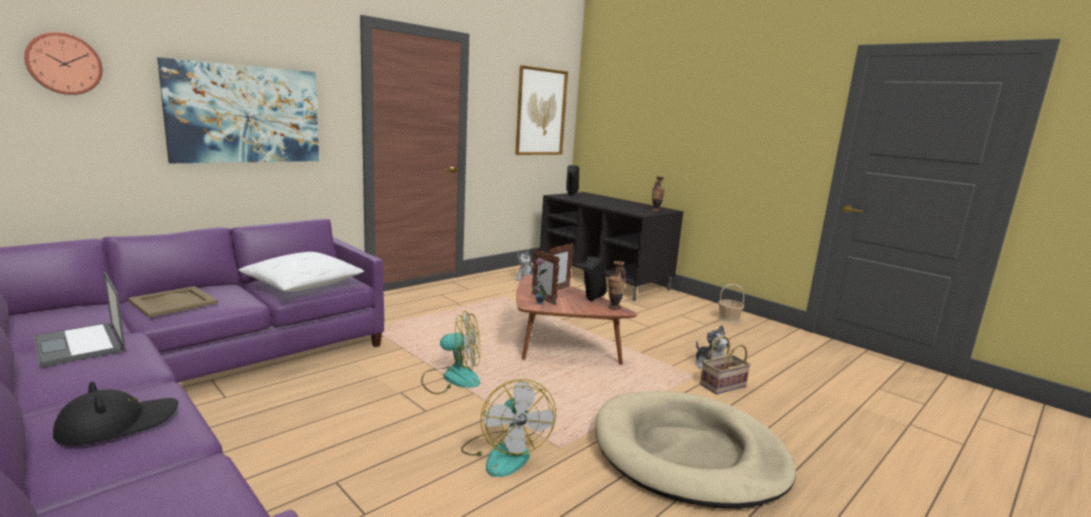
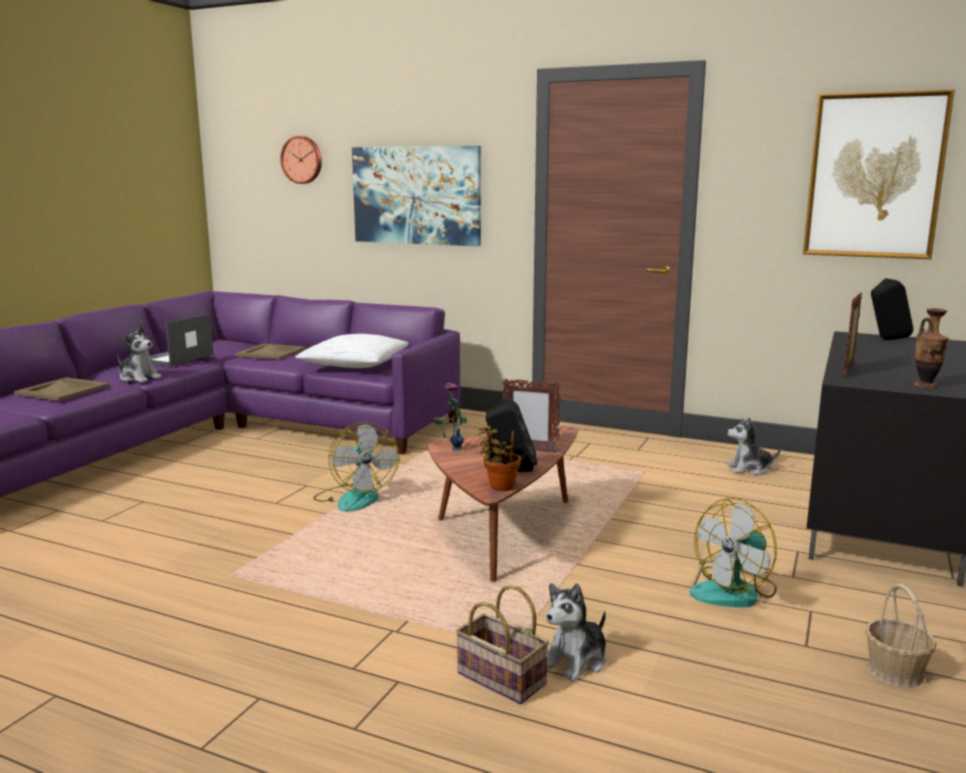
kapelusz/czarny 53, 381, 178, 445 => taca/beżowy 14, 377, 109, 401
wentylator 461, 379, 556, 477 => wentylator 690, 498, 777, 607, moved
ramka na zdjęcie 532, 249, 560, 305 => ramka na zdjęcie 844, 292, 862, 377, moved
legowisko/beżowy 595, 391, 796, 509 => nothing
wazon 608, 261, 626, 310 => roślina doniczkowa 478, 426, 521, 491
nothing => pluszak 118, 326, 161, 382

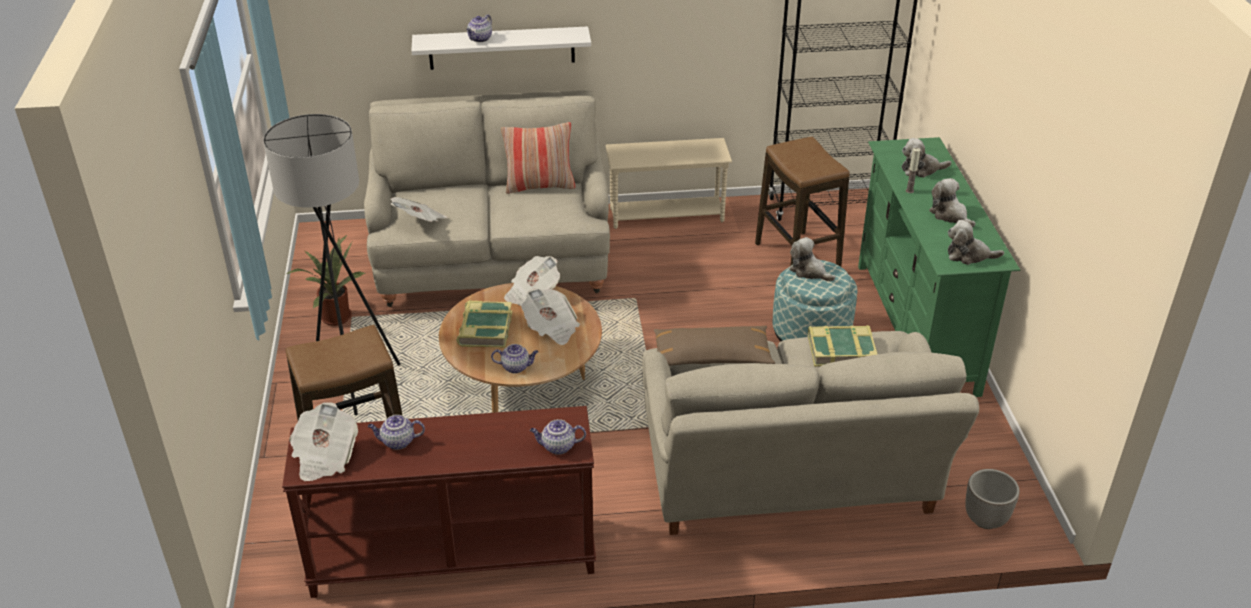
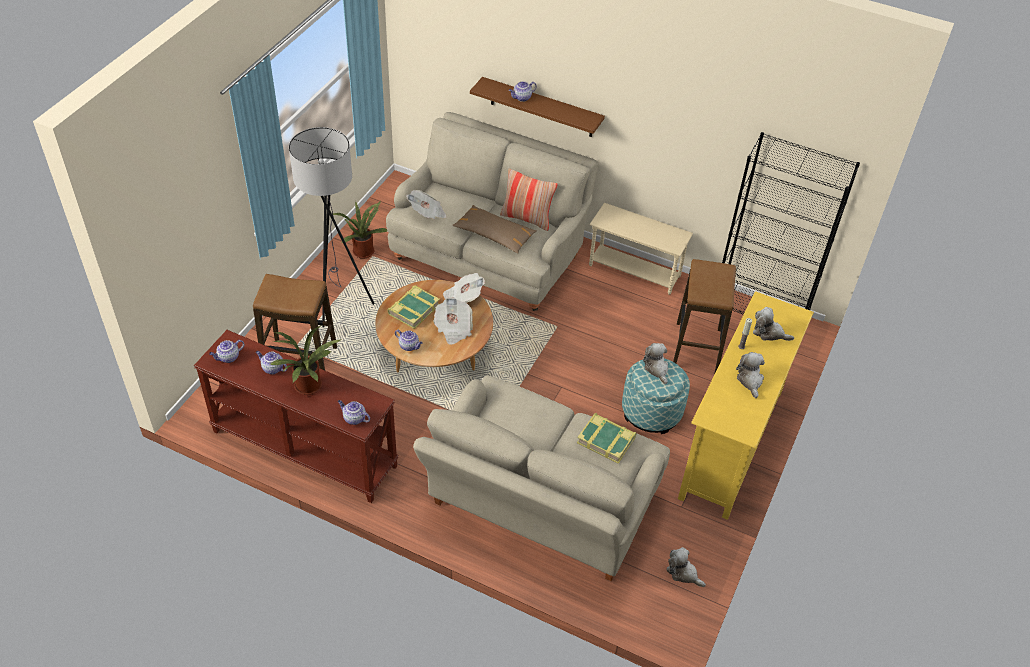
gazeta 289, 402, 358, 481 => imbryk 209, 340, 244, 363
półka/biały 411, 26, 591, 70 => półka/brązowy 470, 77, 605, 137
poduszka/brązowy 654, 326, 775, 366 => poduszka/brązowy 452, 205, 537, 253, moved
szafka pod telewizor/zielony 858, 137, 1020, 397 => szafka pod telewizor/żółty 678, 291, 814, 520
pluszak 948, 220, 1004, 265 => pluszak 666, 547, 706, 587, moved
donica 965, 469, 1020, 529 => nothing
nothing => roślina doniczkowa 269, 325, 340, 395

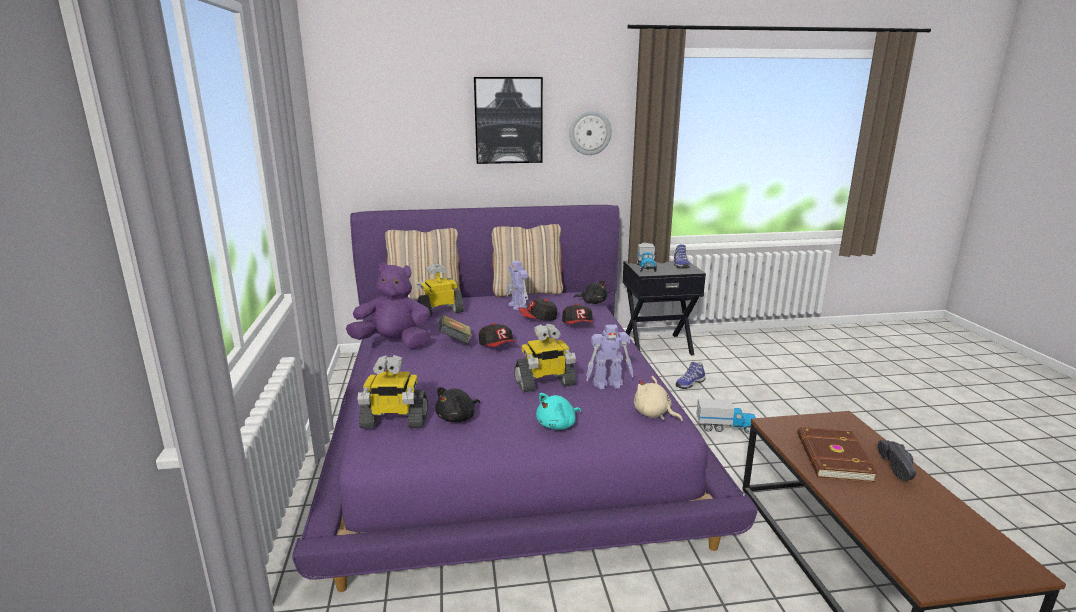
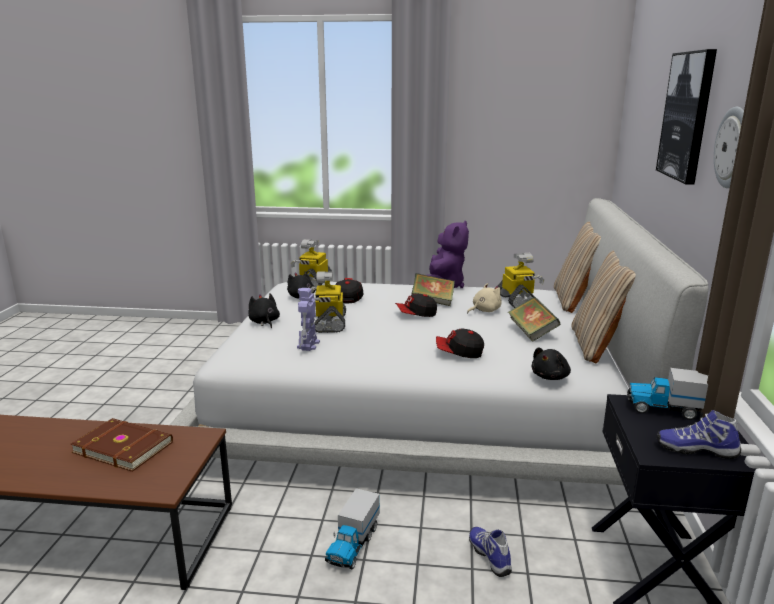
łóżko/fioletowy 292, 205, 758, 592 => łóżko/biały 170, 198, 708, 512
robot zabawkowy 507, 260, 528, 310 => książka 508, 297, 560, 342
czapka z daszkiem 518, 298, 557, 321 => czapka z daszkiem 335, 278, 363, 304, moved
pluszak/turkusowy 536, 393, 581, 430 => pluszak/czarny 249, 294, 280, 328
pluszak/beżowy 634, 376, 683, 422 => pluszak/beżowy 467, 283, 502, 313, moved
but/czarny 878, 440, 916, 480 => nothing

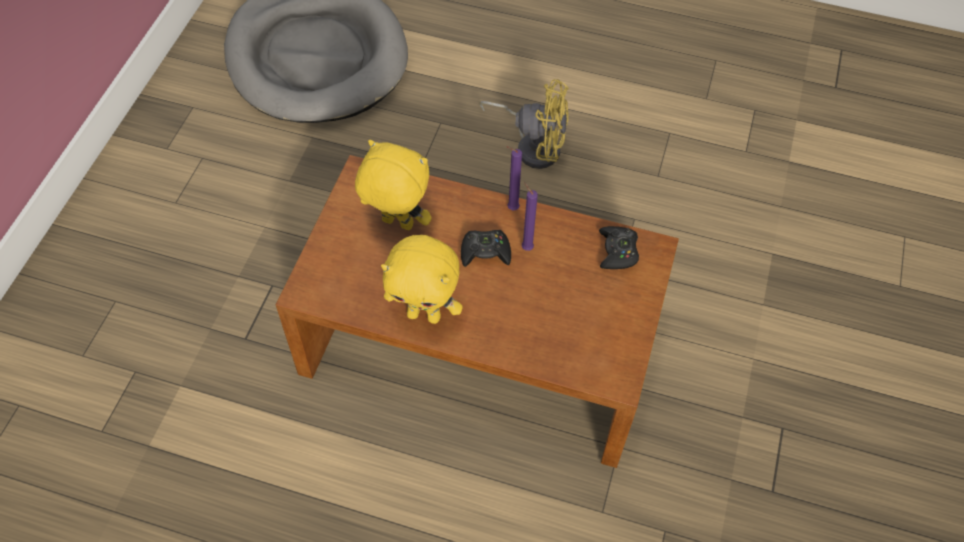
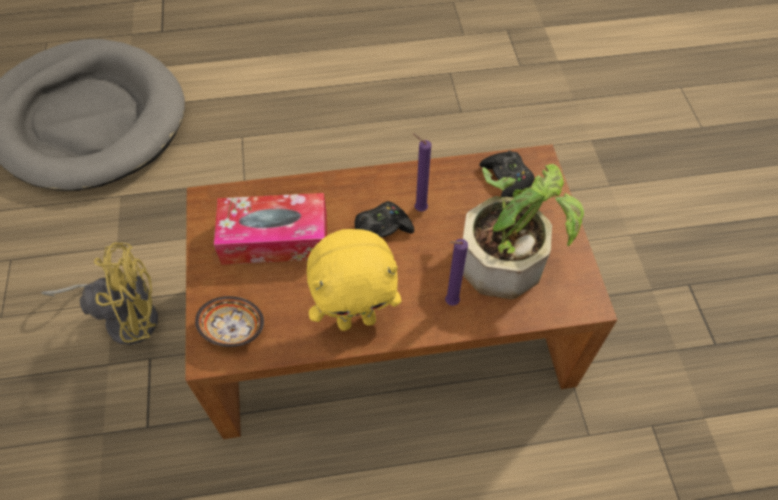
pluszak/żółty 355, 140, 432, 230 => pudełko chusteczek 214, 193, 327, 265
wentylator/żółty 479, 79, 569, 169 => wentylator/żółty 41, 242, 158, 345, moved
świeca/fioletowy 506, 146, 522, 210 => świeca/fioletowy 445, 239, 468, 306, moved
nothing => miska 195, 296, 264, 347
nothing => roślina doniczkowa 463, 164, 584, 299

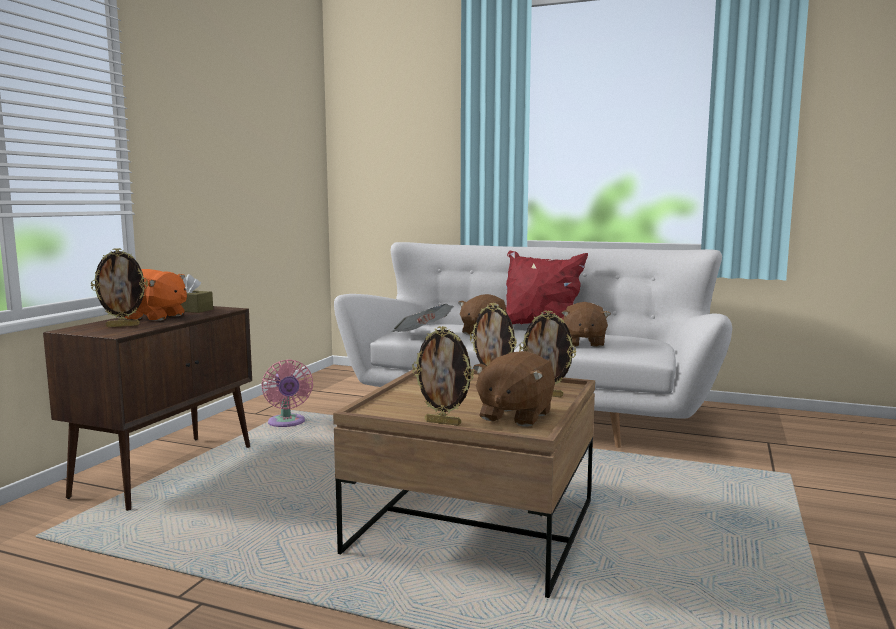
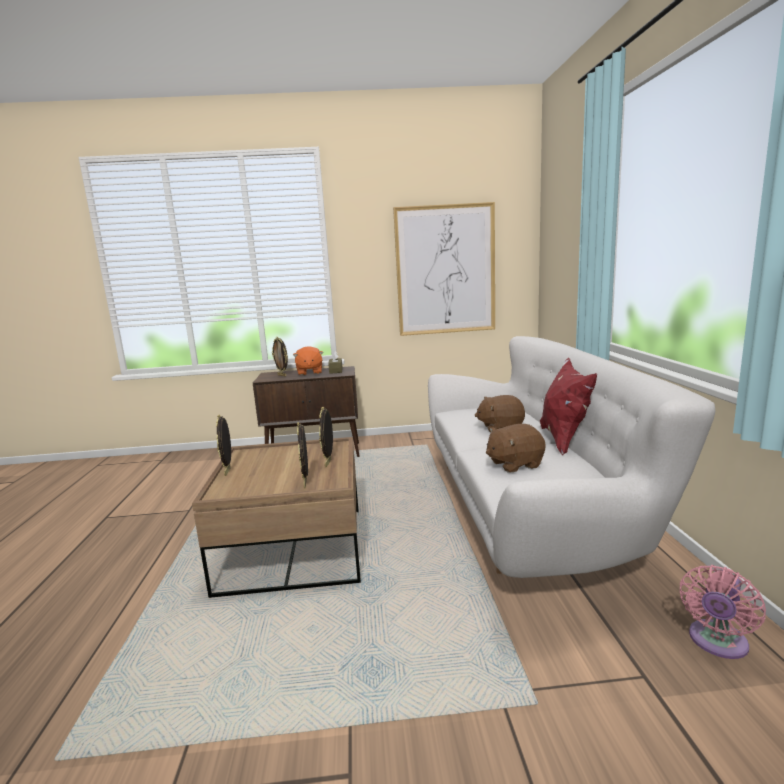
wentylator/różowy 261, 359, 313, 427 => wentylator/różowy 679, 565, 766, 659, moved
gazeta 392, 304, 454, 332 => nothing
pluszak/brązowy 473, 351, 555, 427 => nothing
nothing => obraz 393, 202, 495, 336

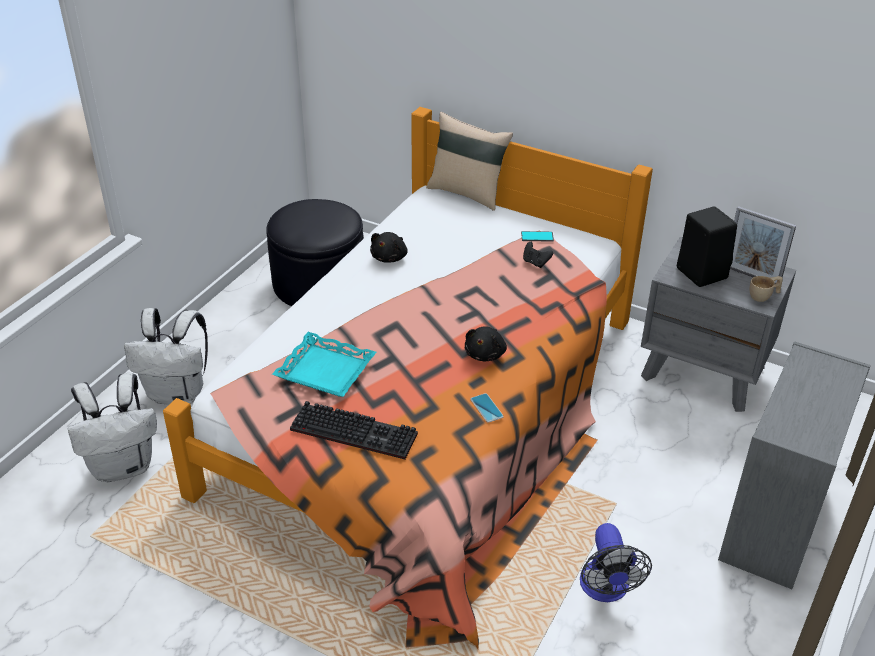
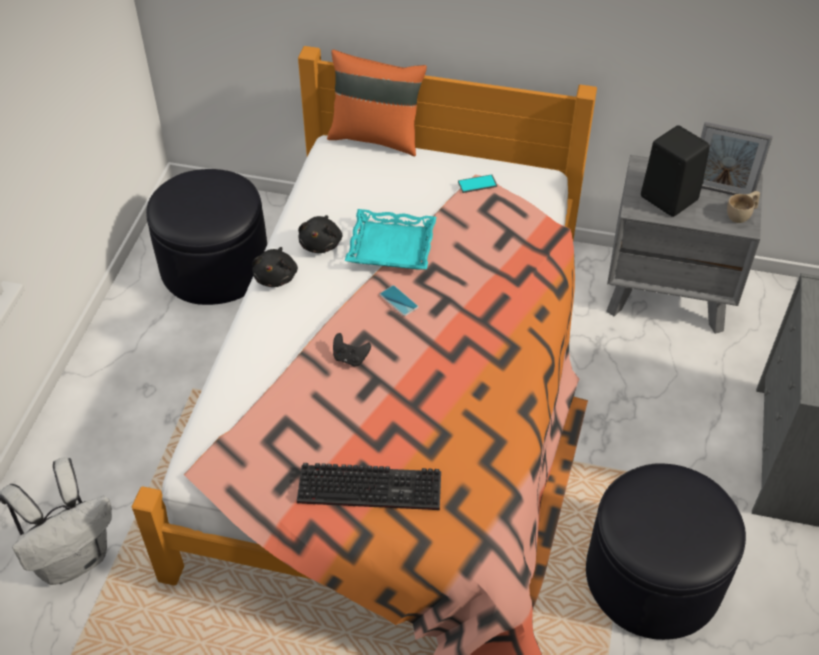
plecak/biały 124, 308, 208, 405 => nothing
taca/turkusowy 272, 332, 376, 397 => taca/turkusowy 345, 209, 436, 270, moved
poduszka/beżowy 426, 112, 513, 211 => poduszka/pomarańczowy 327, 49, 427, 156
pluszak/czarny 465, 326, 507, 361 => pluszak/czarny 252, 247, 298, 287, moved
telefon 470, 393, 504, 422 => telefon 379, 285, 419, 316, moved
pad do gier/czarny 523, 242, 553, 268 => pad do gier/czarny 333, 333, 371, 366, moved
wentylator 580, 523, 652, 602 => pufa/czarny 586, 463, 746, 640

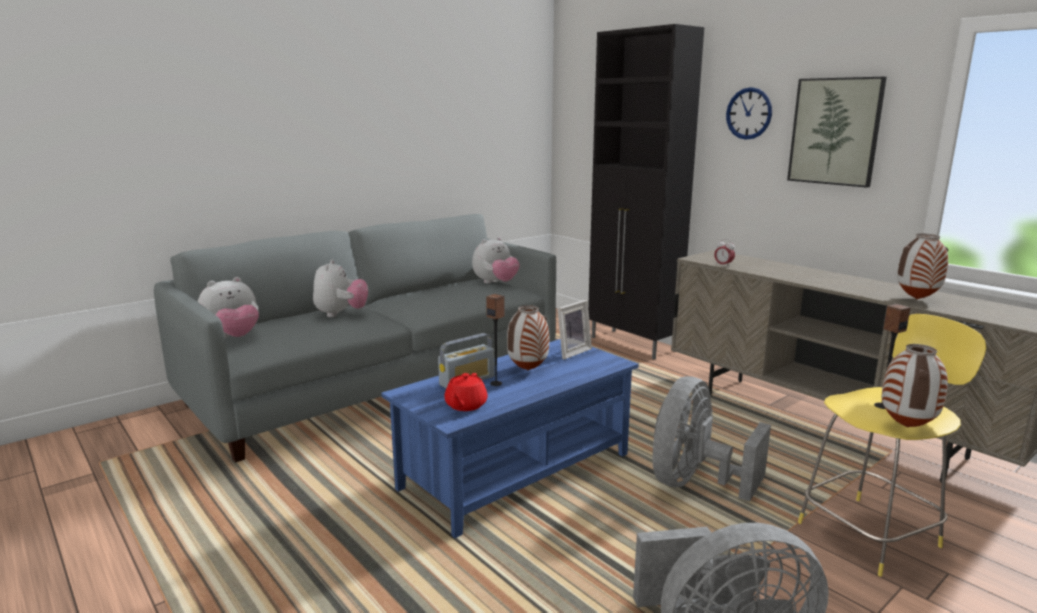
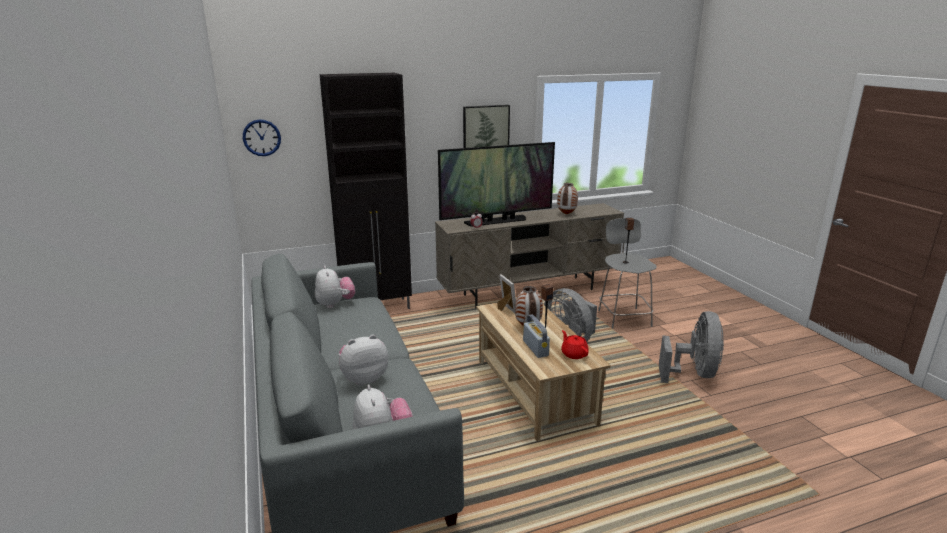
pluszak 313, 260, 368, 317 => pluszak 339, 335, 388, 386, 45 degrees counterclockwise
ława/niebieski 381, 339, 639, 538 => ława/beżowy 476, 303, 611, 441
imbryk/czerwony 445, 373, 488, 411 => imbryk/czerwony 561, 330, 589, 359, 150 degrees counterclockwise
zegar ścienny 726, 87, 772, 140 => zegar ścienny 243, 119, 281, 156, moved
stołek/żółty 798, 314, 986, 577 => stołek/szary 598, 218, 657, 329
wazon 882, 344, 948, 427 => nothing
nothing => telewizor 438, 142, 555, 227

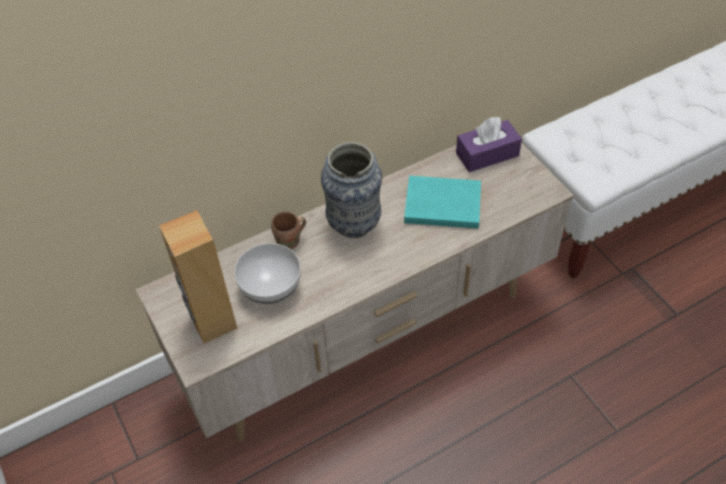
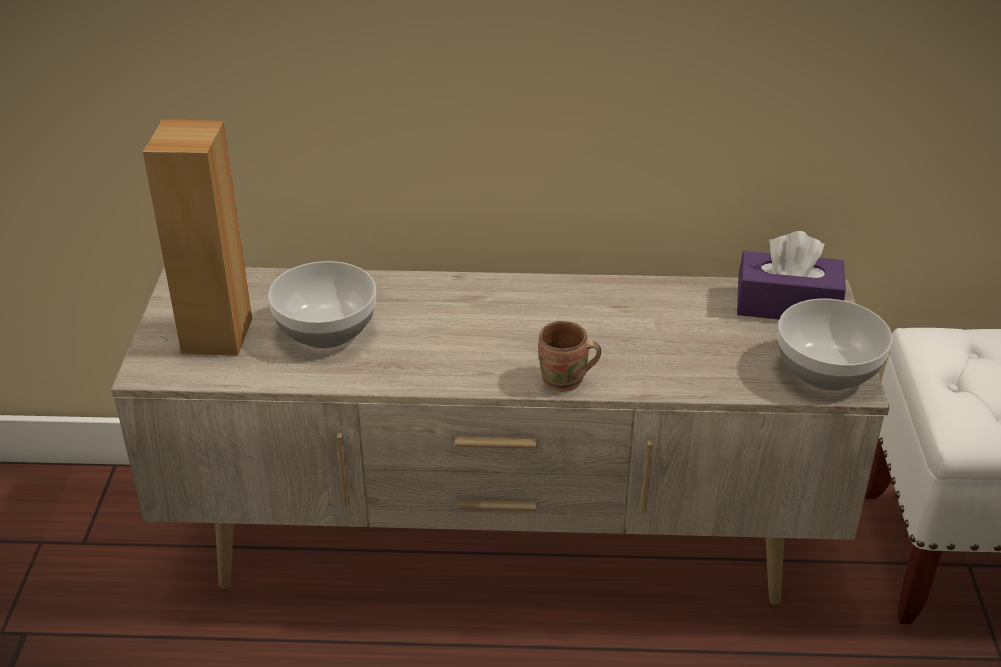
kubek/brązowy 271, 211, 306, 249 => kubek/brązowy 538, 321, 601, 392, moved
wazon 321, 142, 382, 238 => nothing
książka/turkusowy 404, 176, 481, 229 => nothing
nothing => miska 778, 299, 892, 391

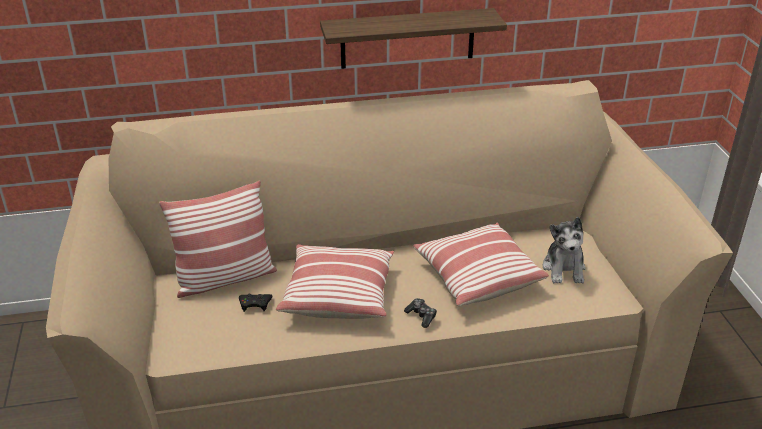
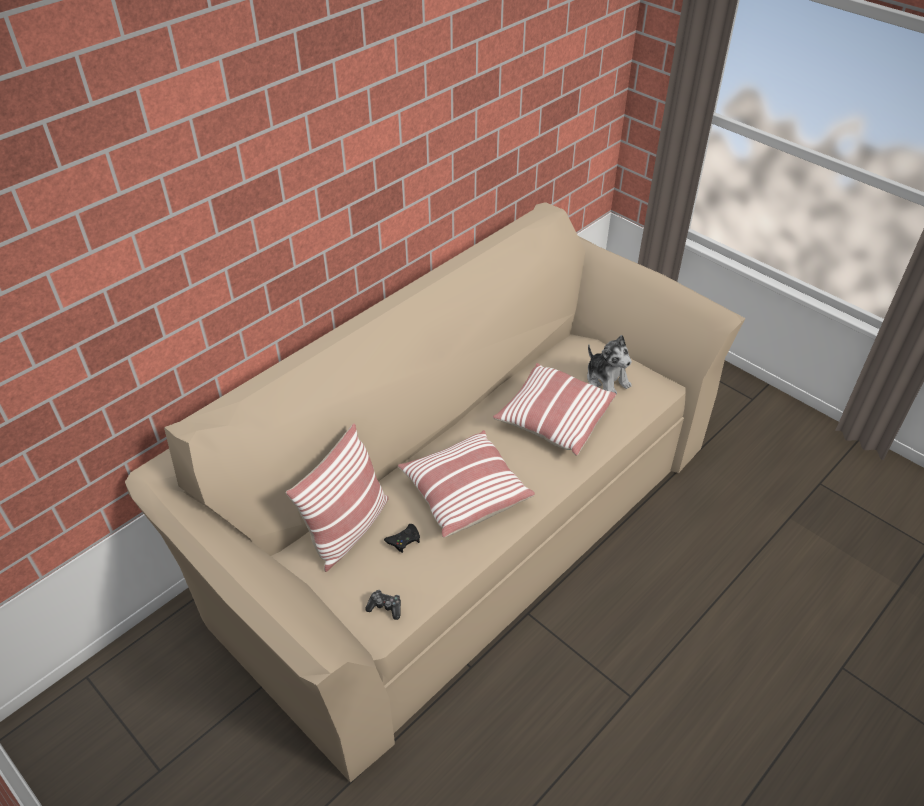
półka 320, 8, 507, 69 => nothing
pad do gier 404, 298, 437, 328 => pad do gier 365, 590, 401, 620, moved

